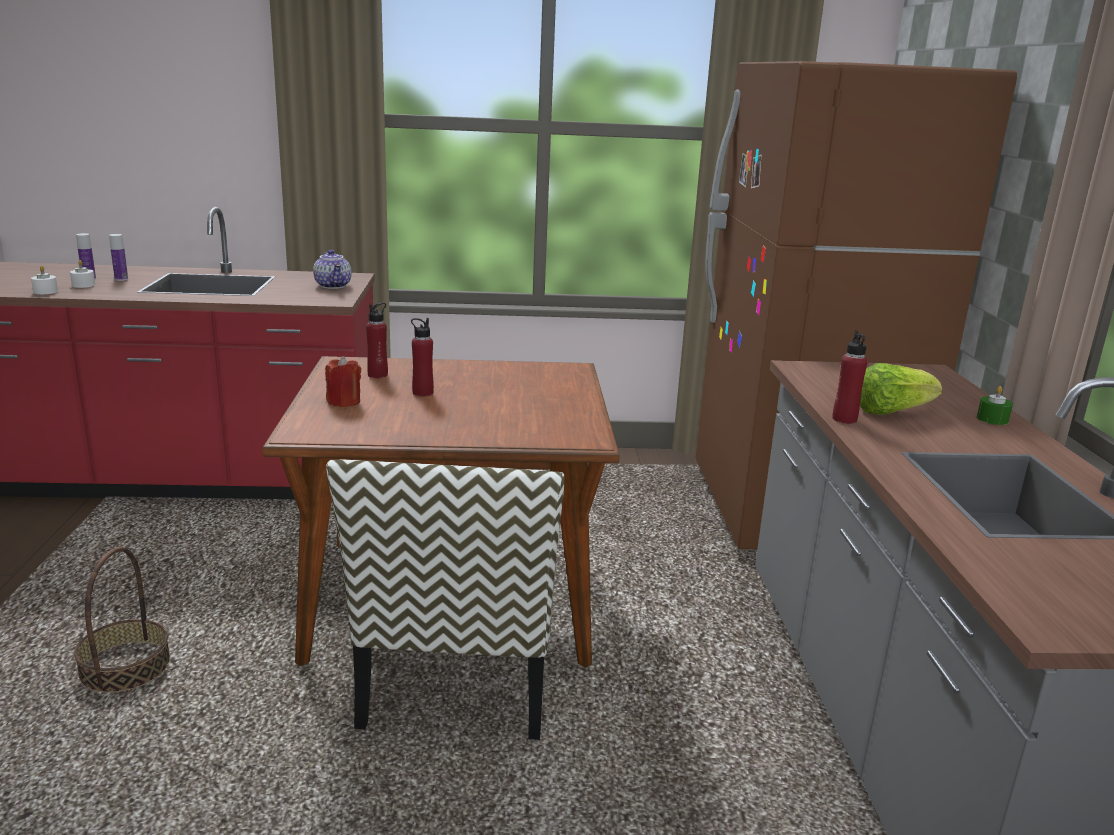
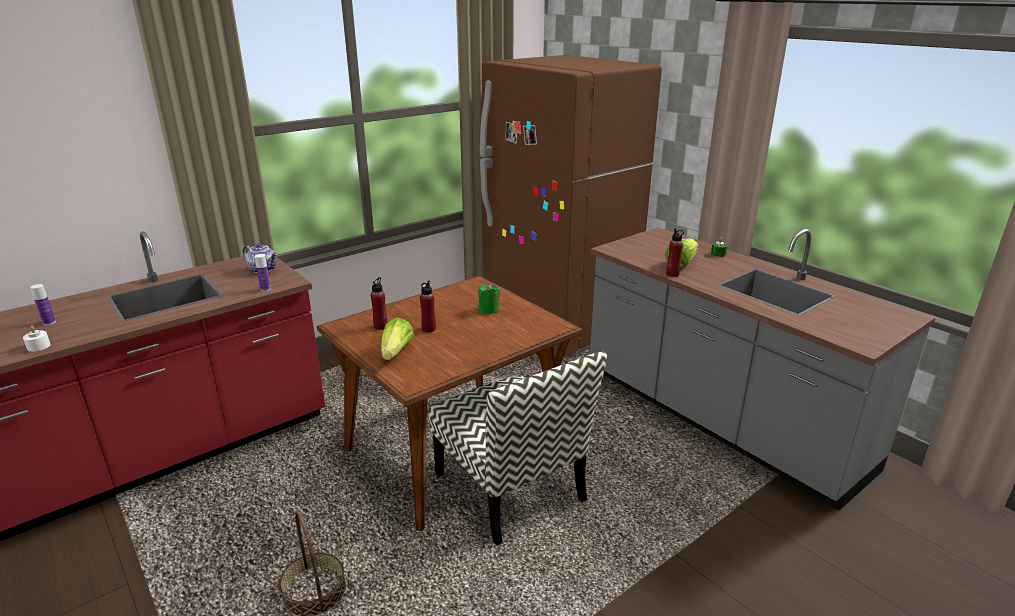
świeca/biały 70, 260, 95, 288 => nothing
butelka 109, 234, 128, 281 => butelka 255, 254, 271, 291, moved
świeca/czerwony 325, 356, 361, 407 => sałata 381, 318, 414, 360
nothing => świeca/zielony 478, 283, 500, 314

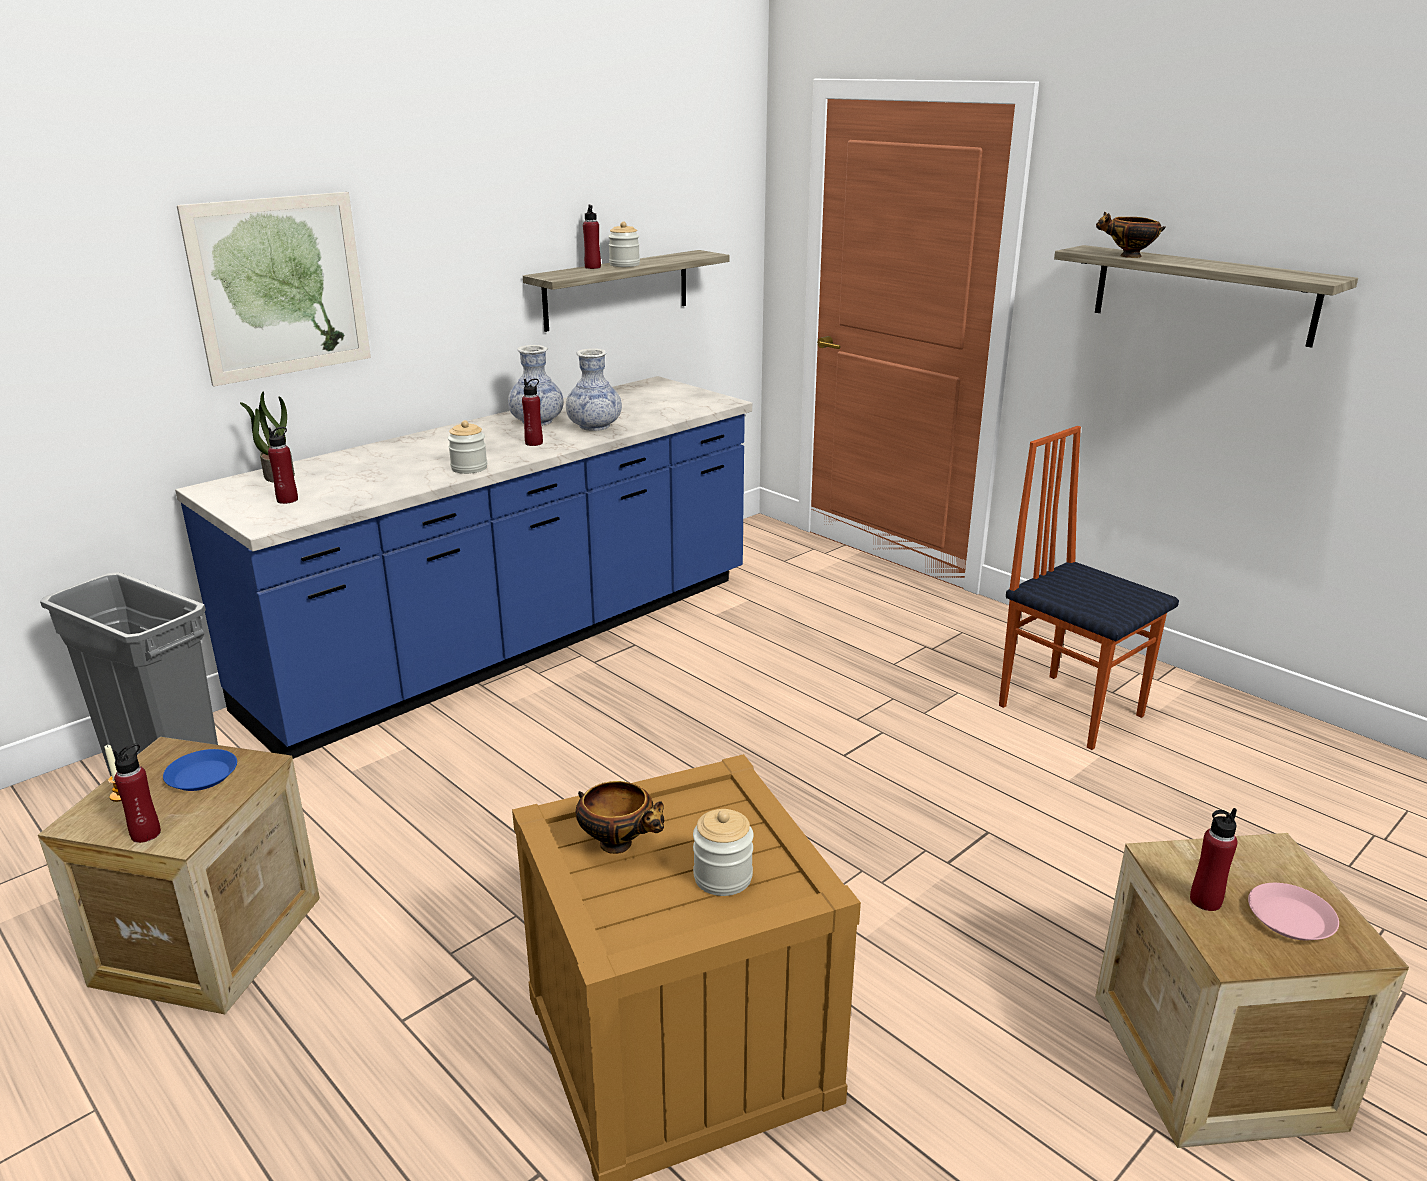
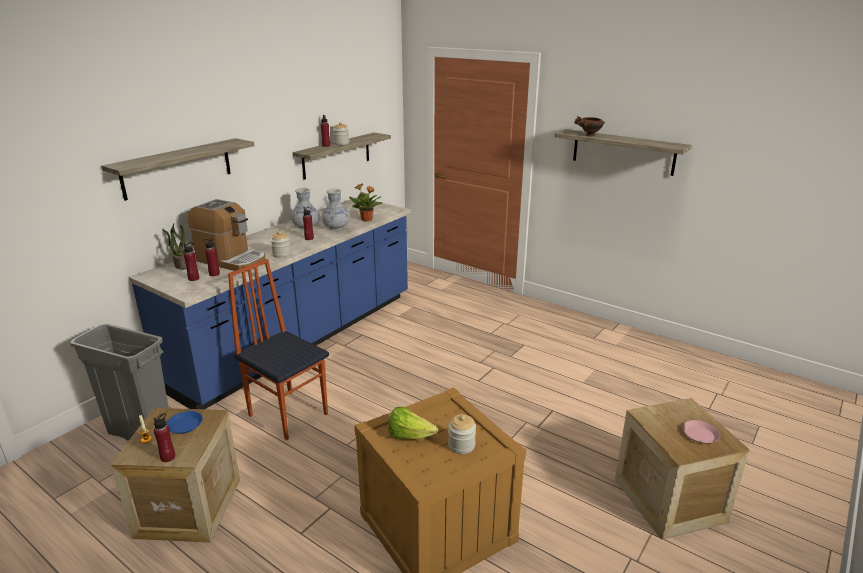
obraz 177, 192, 371, 386 => półka 101, 138, 254, 201
miska 576, 781, 664, 854 => sałata 388, 407, 438, 439
krzesło 999, 426, 1179, 750 => krzesło 228, 259, 329, 440, moved
butelka/czerwony 1190, 808, 1238, 911 => butelka/czerwony 203, 238, 220, 276, moved
nothing => ekspres do kawy 188, 199, 265, 271
nothing => roślina doniczkowa 349, 183, 382, 222

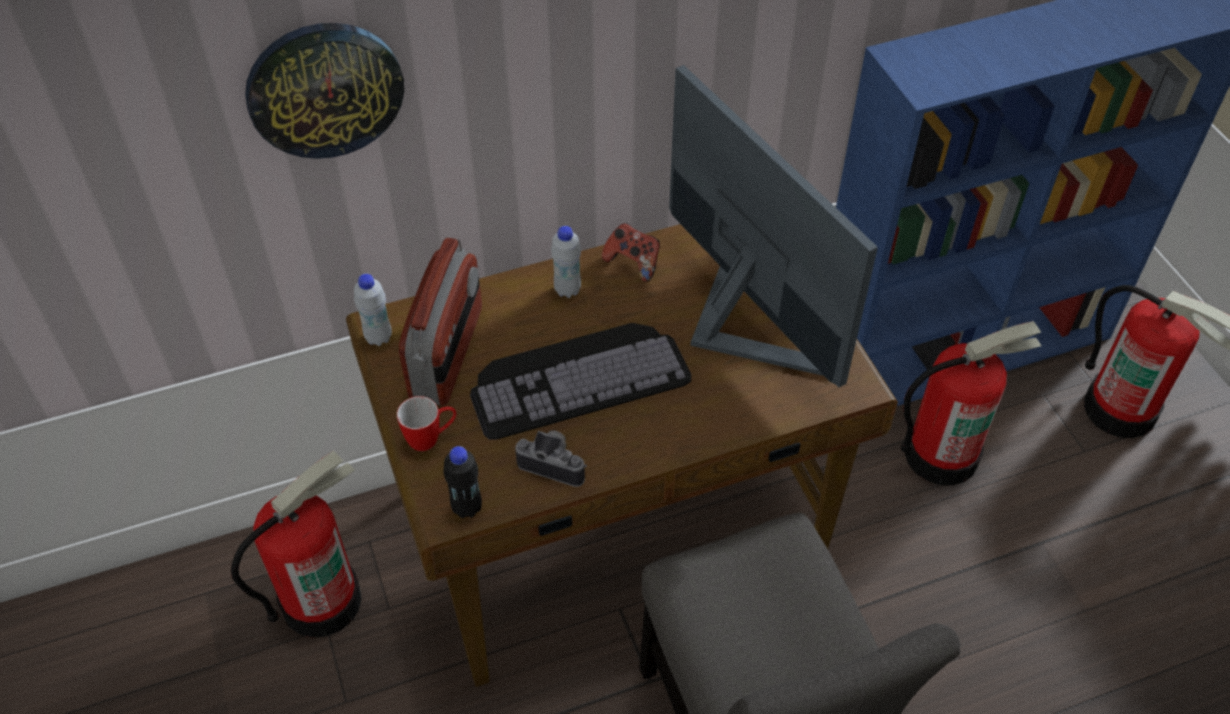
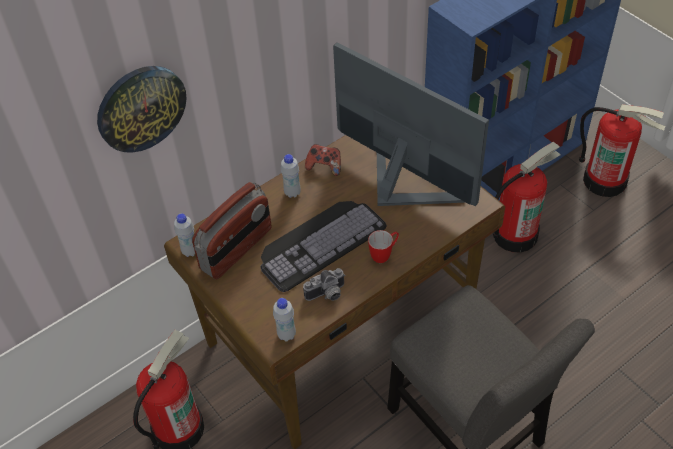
kubek 397, 396, 456, 451 => kubek 368, 230, 399, 263, moved
radio 399, 237, 482, 405 => radio 192, 182, 271, 279, 45 degrees clockwise
butelka/czarny 443, 446, 482, 518 => butelka/biały 273, 298, 296, 342
aparat fotograficzny 515, 430, 587, 487 => aparat fotograficzny 303, 268, 346, 301, 150 degrees clockwise

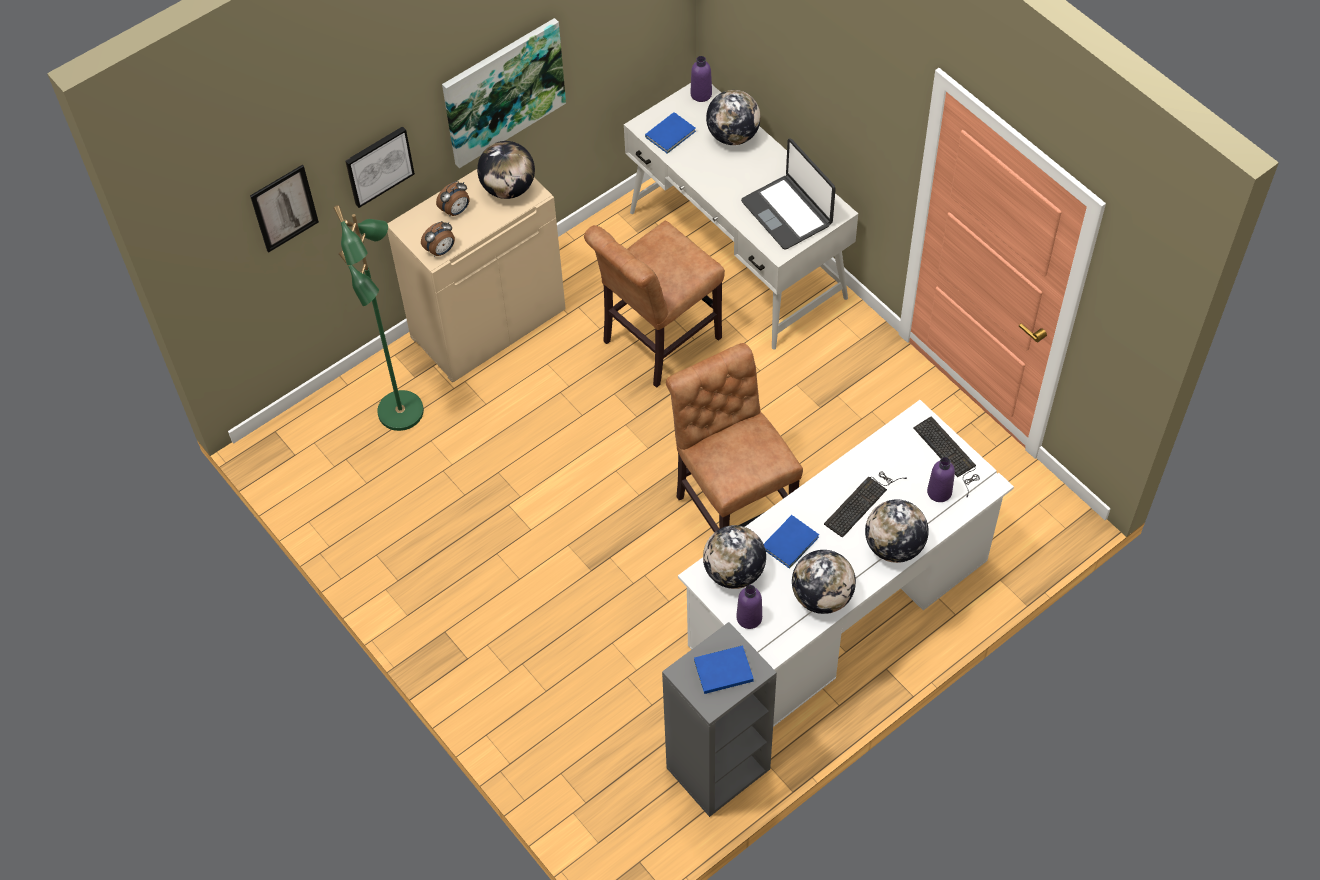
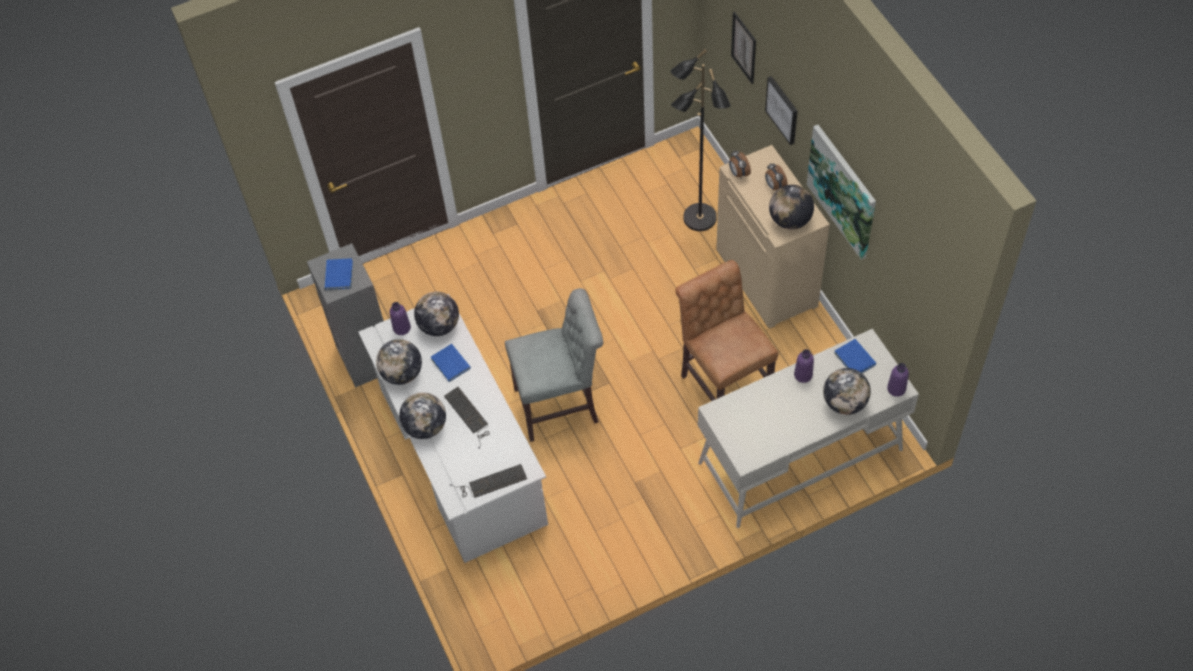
lampa stojąca/zielony 333, 205, 424, 431 => lampa stojąca/czarny 670, 49, 731, 231
krzesło/brązowy 666, 343, 803, 532 => krzesło/szary 505, 288, 603, 442
laptop 741, 138, 836, 250 => nothing
butelka/fioletowy 927, 457, 955, 502 => butelka/fioletowy 794, 349, 814, 383, moved

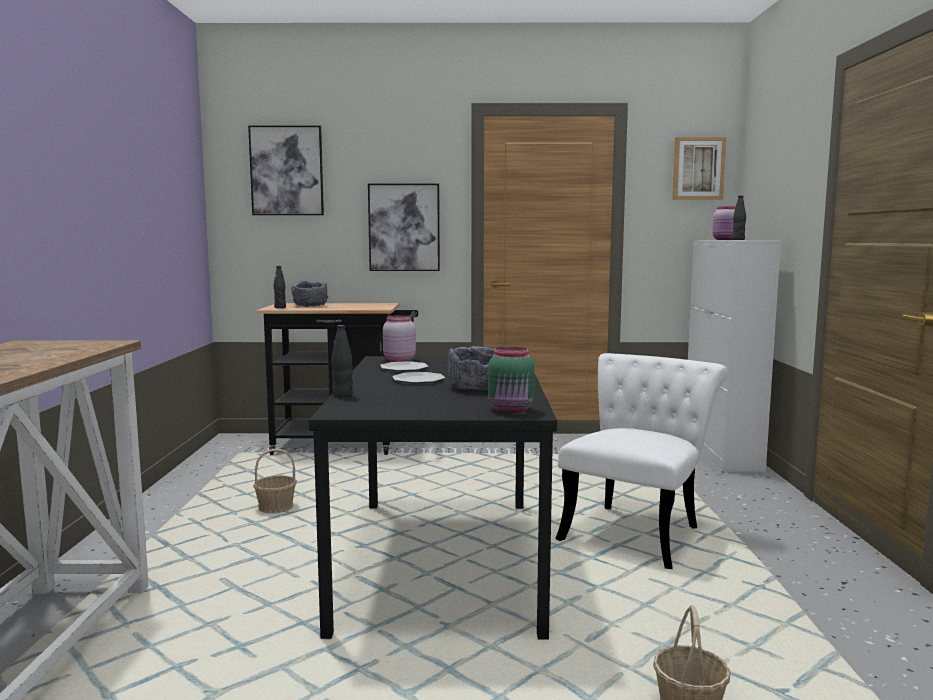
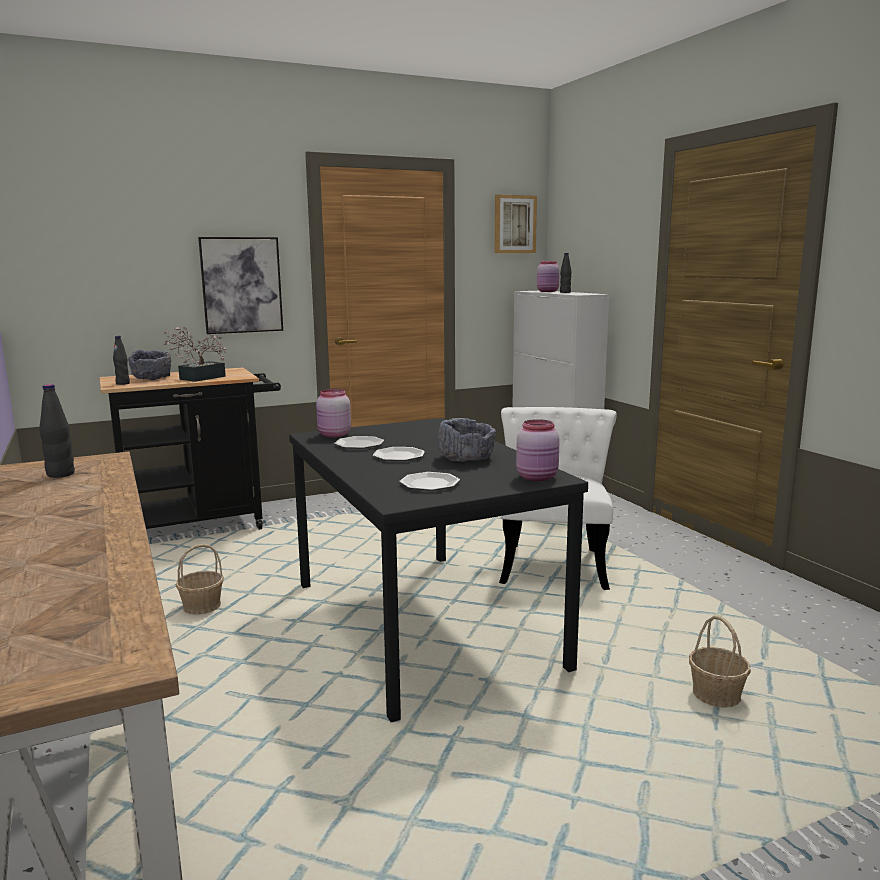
obraz 248, 125, 324, 215 => nothing
butelka/czarny 331, 325, 353, 397 => butelka/czarny 39, 384, 75, 478, moved
słoik/zielony 488, 346, 535, 413 => słoik/różowy 516, 419, 560, 481
nothing => roślina doniczkowa 164, 326, 226, 382
nothing => talerz 399, 472, 460, 491

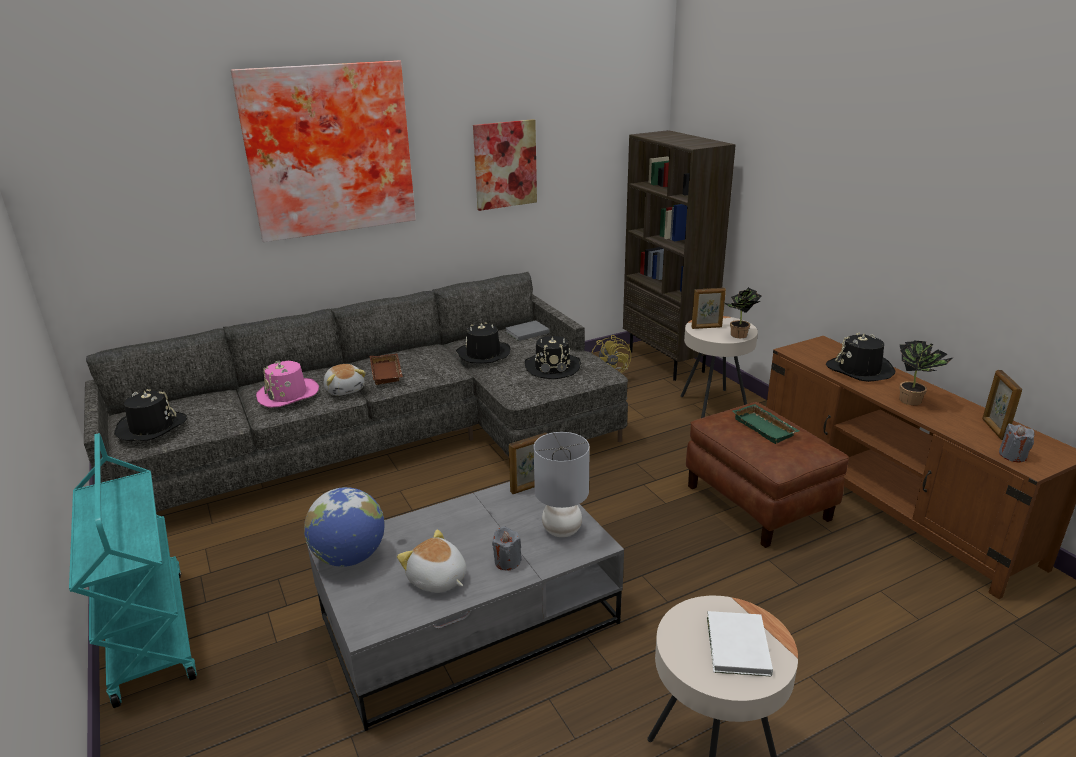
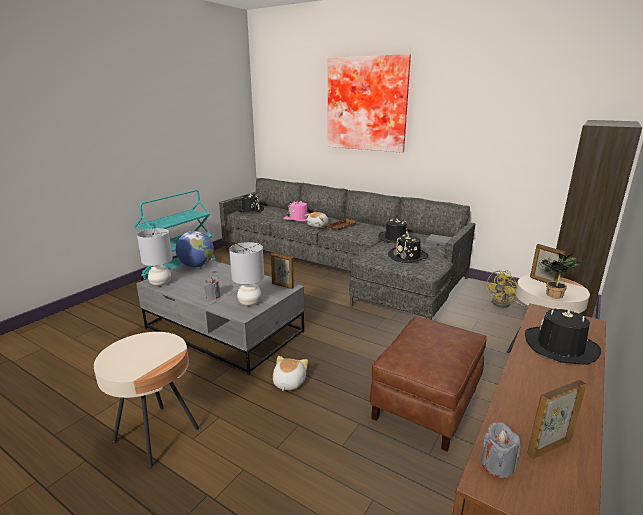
pluszak 397, 530, 467, 593 => pluszak 273, 356, 308, 391, moved
obraz 473, 119, 537, 211 => nothing
książka/biały 707, 611, 773, 677 => nothing
taca/zielony 733, 404, 799, 444 => nothing
roślina doniczkowa 899, 341, 954, 405 => nothing
nothing => lampa stołowa/szary 137, 228, 173, 286

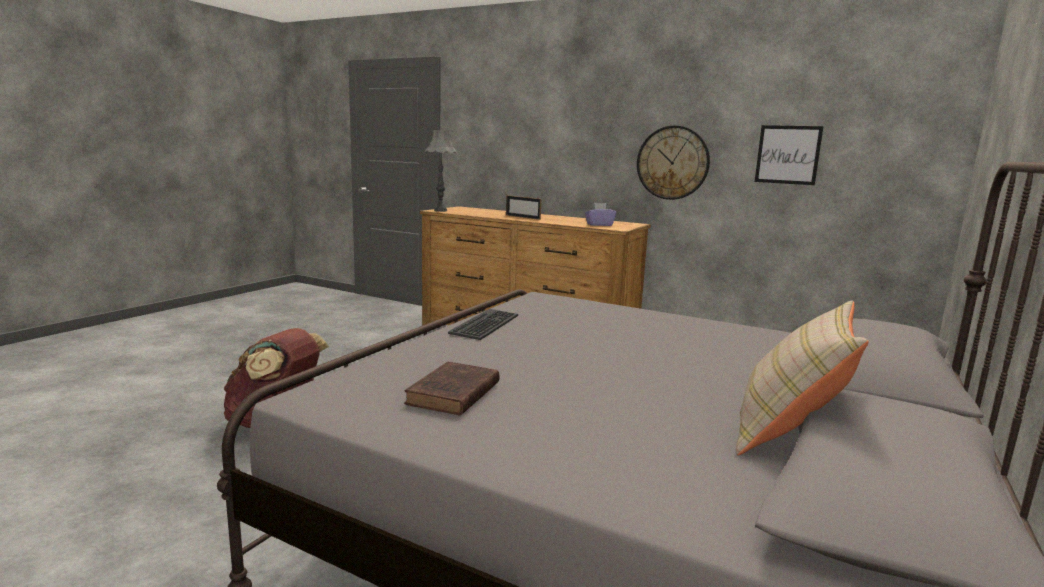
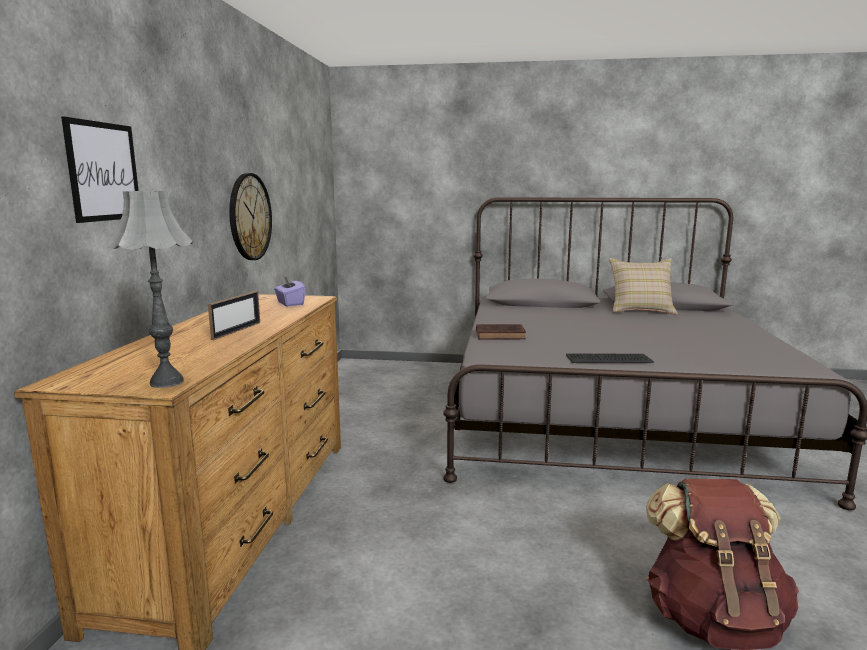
książka/brązowy 404, 362, 499, 416 => książka/brązowy 476, 324, 526, 339, moved
obraz 755, 125, 824, 185 => obraz 61, 117, 139, 223, moved

